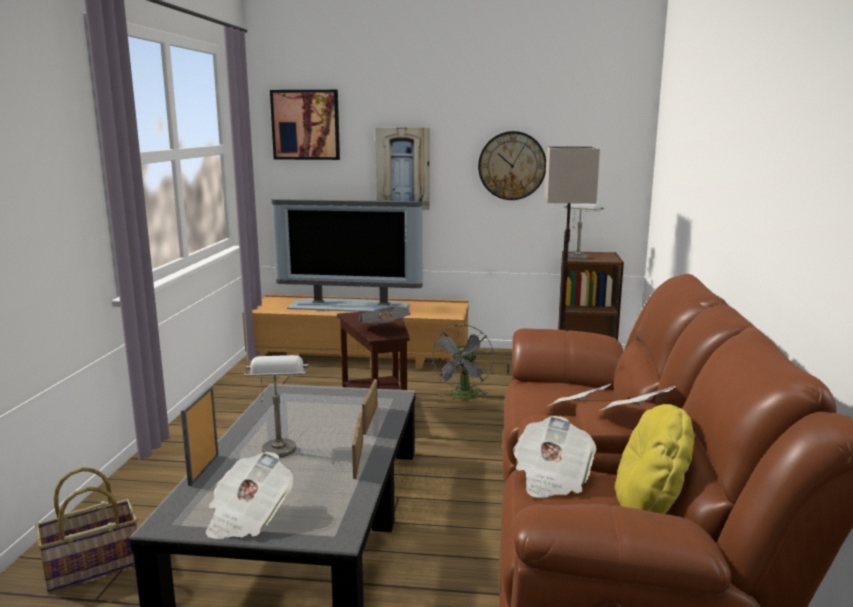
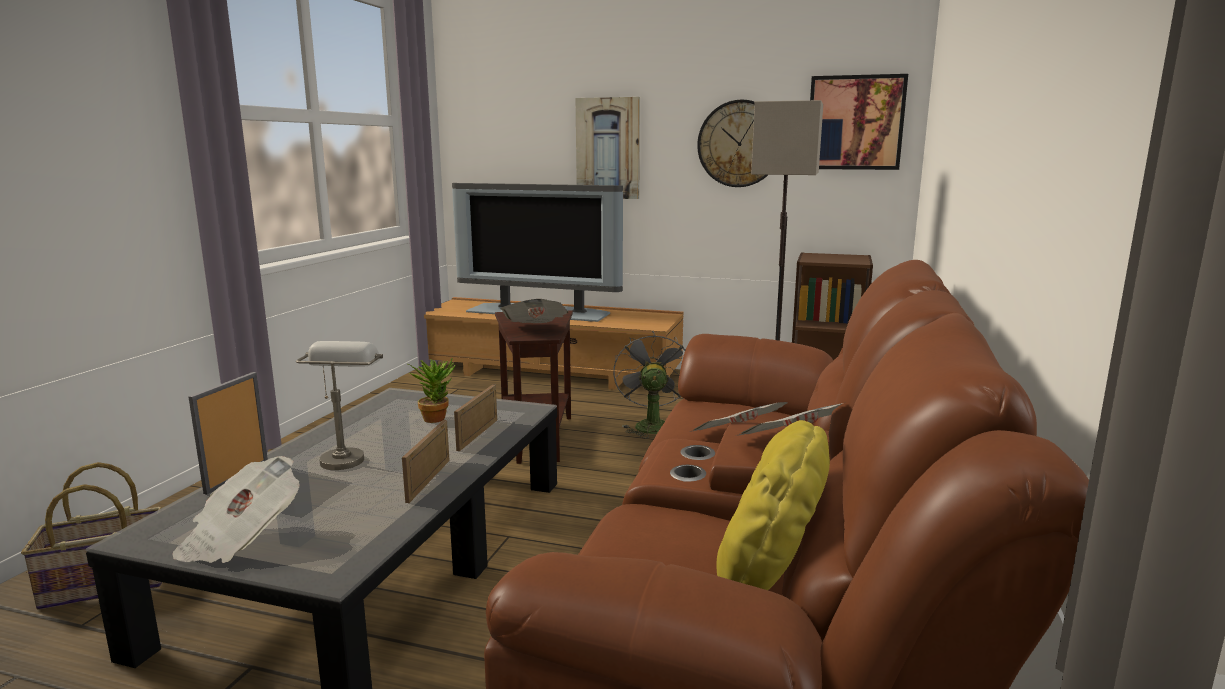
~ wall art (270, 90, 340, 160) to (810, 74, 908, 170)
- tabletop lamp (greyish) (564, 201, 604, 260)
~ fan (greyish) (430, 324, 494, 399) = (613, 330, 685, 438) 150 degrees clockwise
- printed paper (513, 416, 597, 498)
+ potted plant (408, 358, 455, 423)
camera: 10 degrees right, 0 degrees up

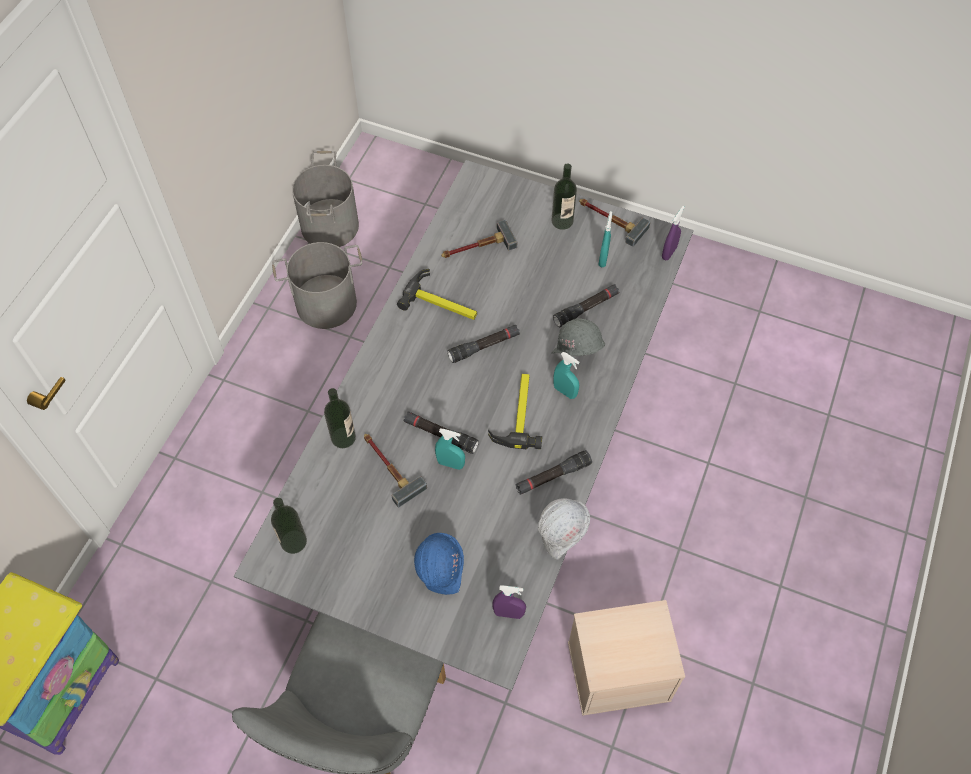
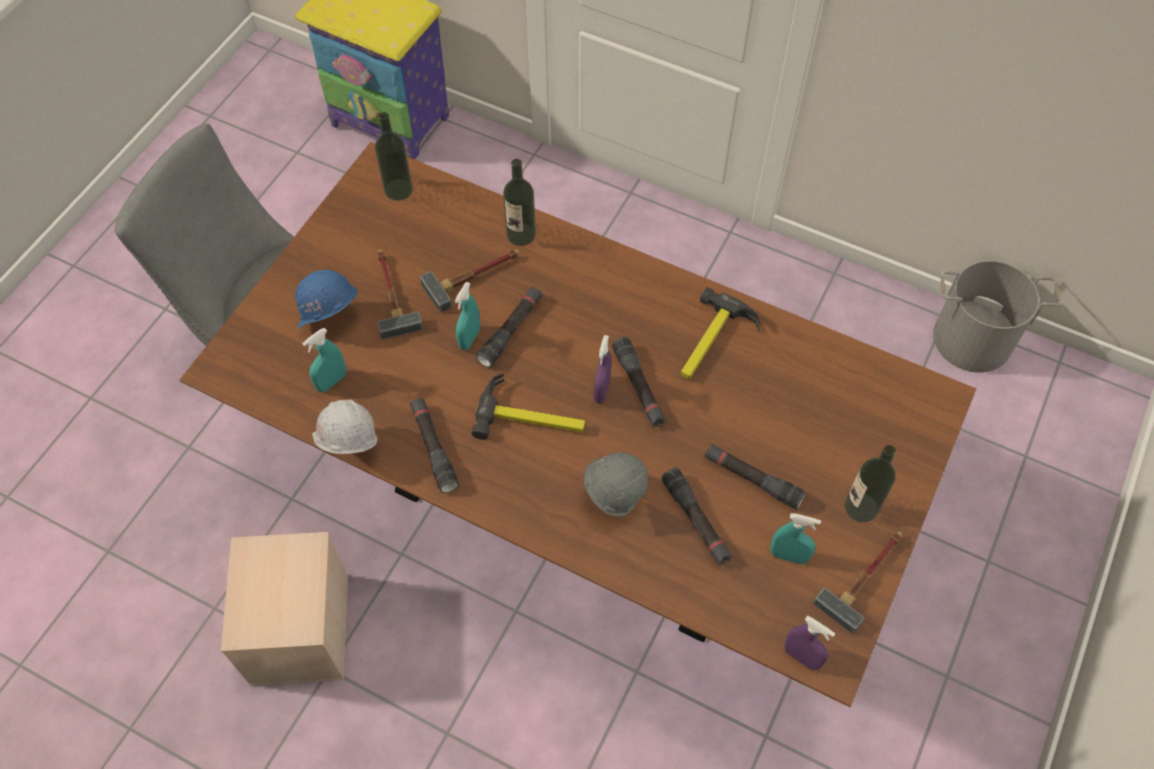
~ dining table (greyish) (234, 160, 694, 691) to dining table (brown) (180, 142, 976, 707)
~ hand hammer (441, 220, 517, 258) to (377, 250, 423, 339)
- bucket (greyish) (272, 242, 363, 329)
~ spray bottle (turquoise) (553, 352, 580, 399) to (302, 328, 346, 392)
~ spray bottle (purple-coloured) (492, 585, 526, 619) to (594, 335, 611, 404)
+ flashlight (black) (705, 444, 806, 510)
camera: 95 degrees right, 0 degrees up

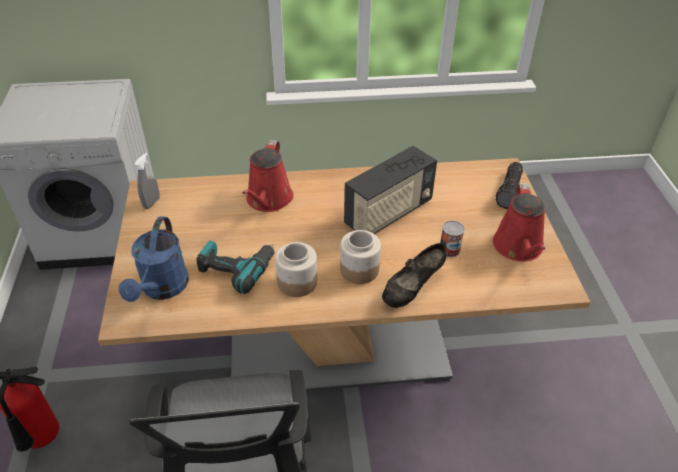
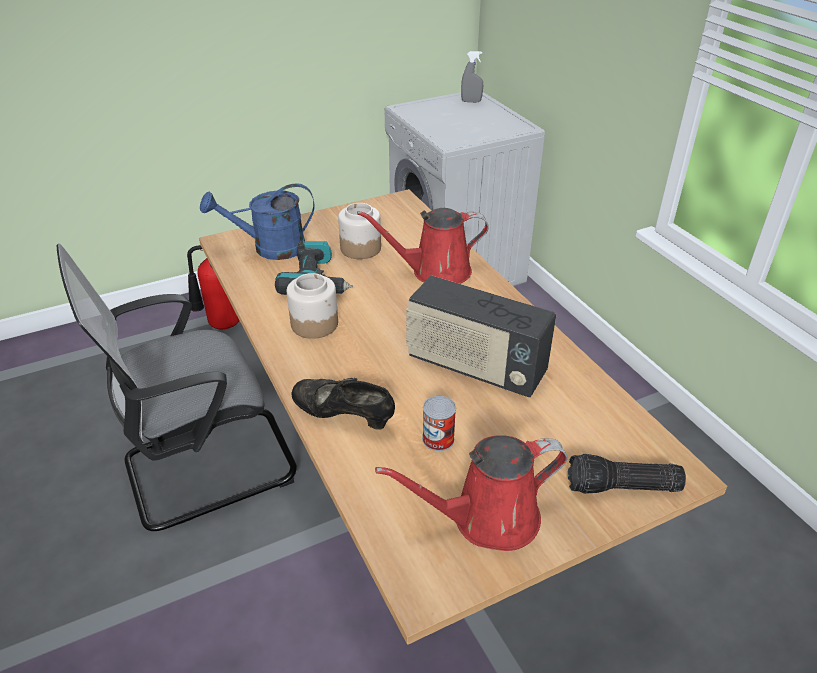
~ spray bottle (greyish) (135, 153, 160, 209) to (461, 51, 483, 102)
~ jar (340, 230, 381, 284) to (338, 203, 381, 259)
camera: 70 degrees right, 5 degrees down

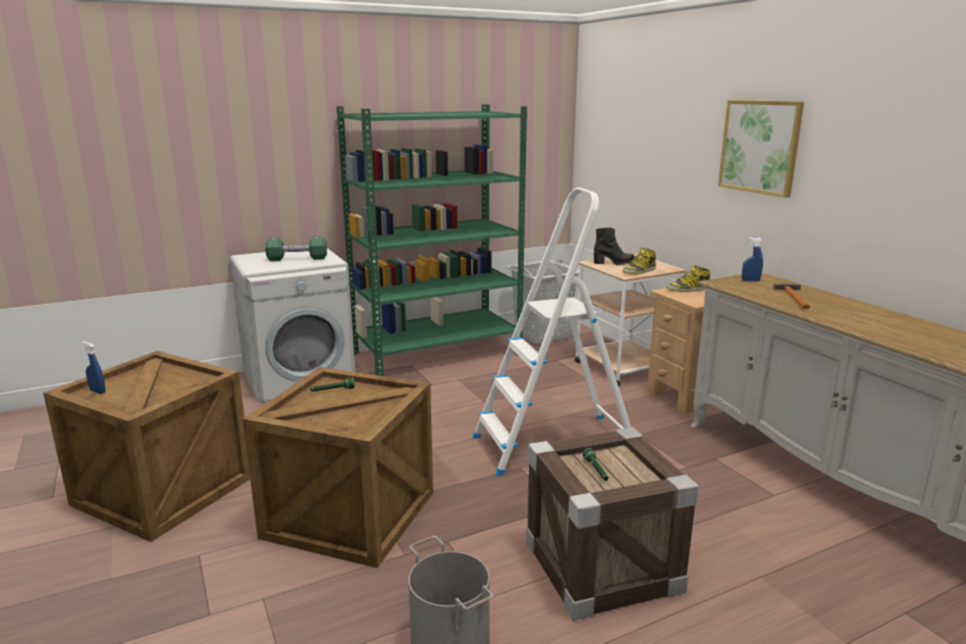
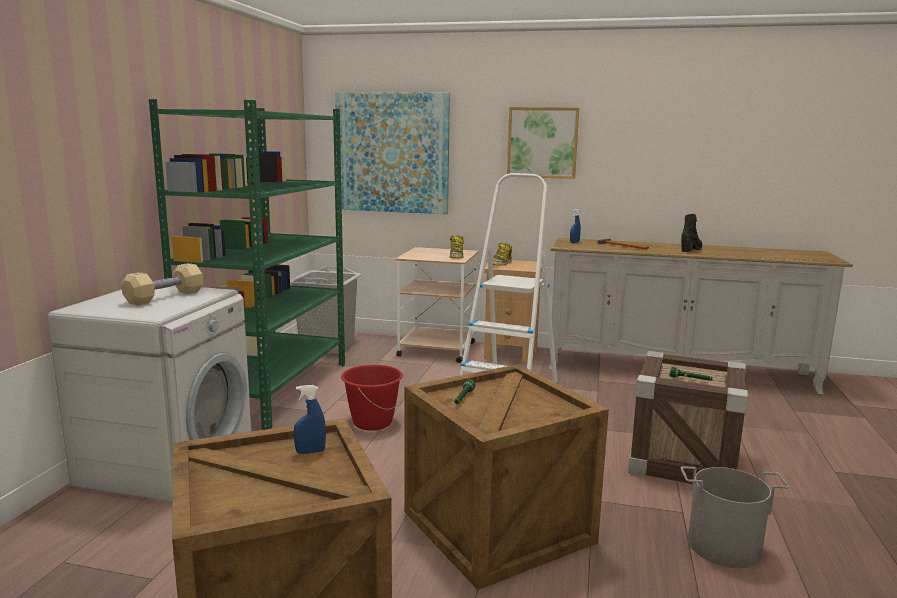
~ high-top boot (black) (594, 228, 635, 265) to (681, 214, 702, 252)
~ free weight (greenish) (265, 236, 327, 261) to free weight (beige) (121, 263, 203, 306)
~ spray bottle (blue-coloured) (82, 341, 106, 394) to (294, 385, 326, 454)
+ wall art (335, 92, 450, 214)
+ bucket (reddish) (341, 365, 403, 431)
camera: 50 degrees left, 5 degrees down

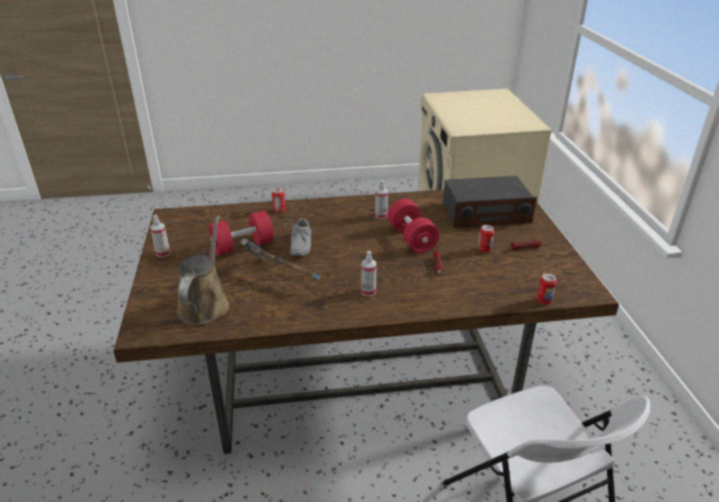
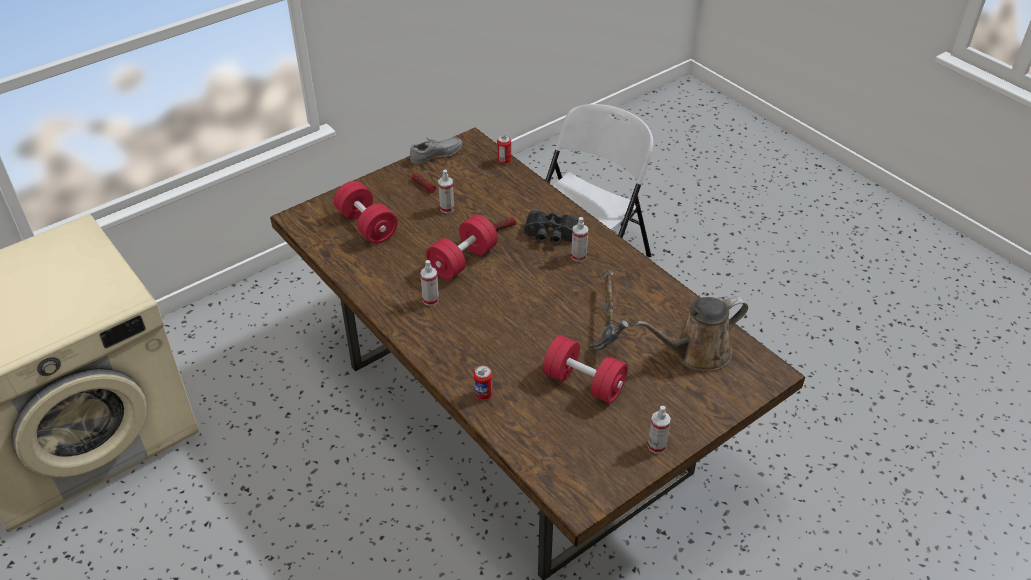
~ radio receiver (443, 176, 537, 228) to free weight (reddish) (334, 181, 398, 244)
~ shoe (greyish) (285, 218, 313, 256) to (410, 137, 462, 164)
~ metal can (478, 225, 494, 253) to spray bottle (438, 169, 454, 213)
+ field glasses (black) (524, 210, 579, 245)
camera: 120 degrees left, 10 degrees up

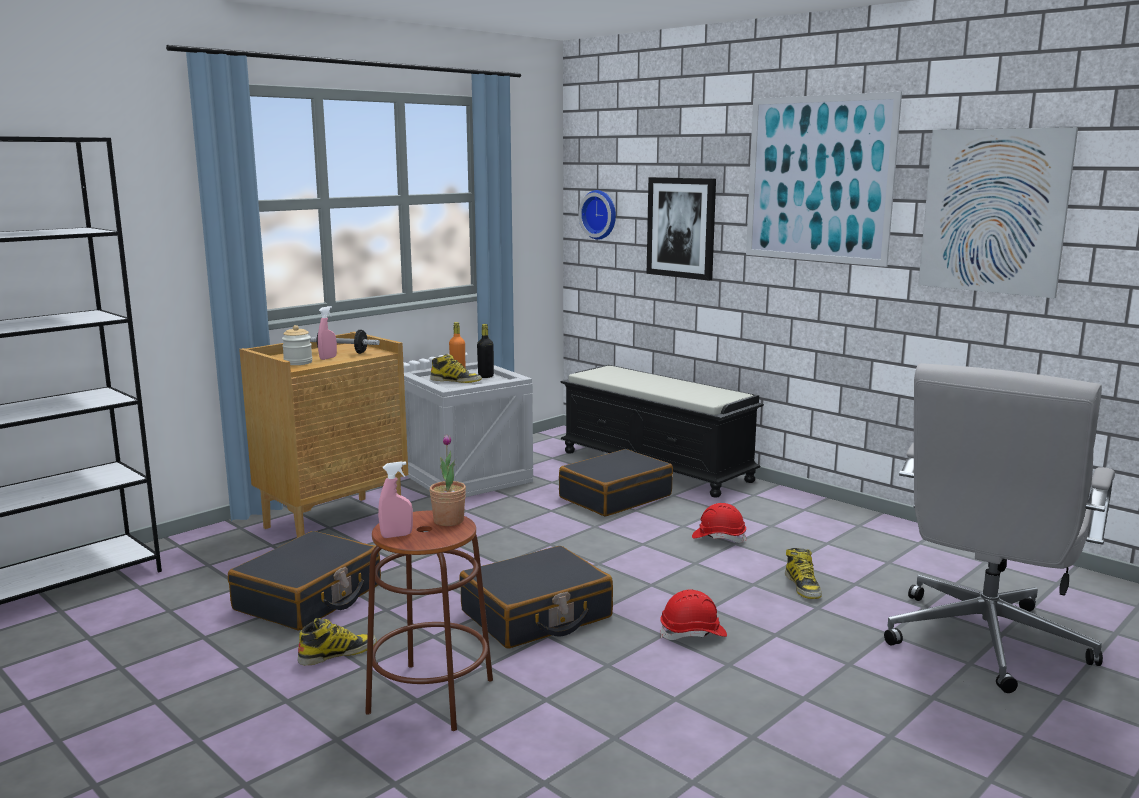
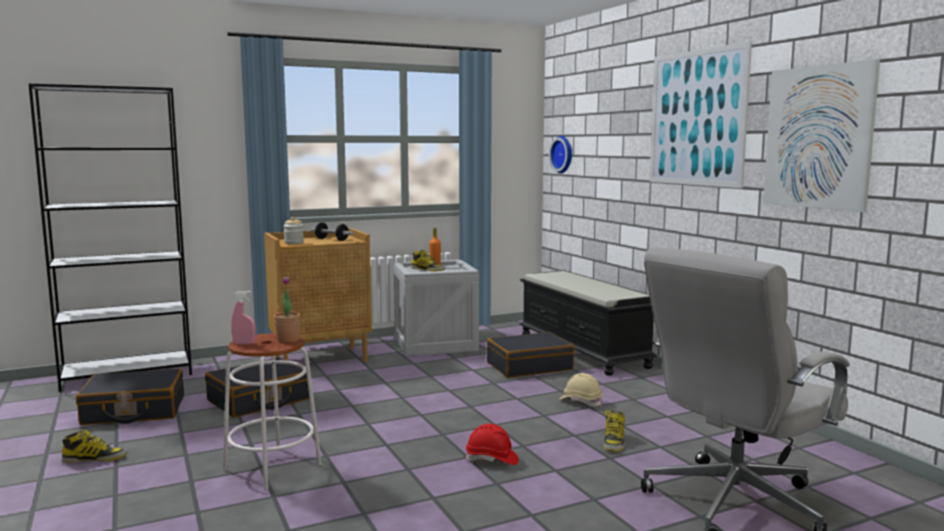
- wall art (647, 177, 716, 281)
- spray bottle (pink) (318, 306, 337, 360)
- beverage bottle (black) (477, 324, 494, 378)
~ work helmet (reddish) (692, 503, 746, 543) to work helmet (beige) (560, 373, 603, 407)
~ stool seat (brown) (365, 511, 493, 731) to stool seat (whitish) (223, 333, 322, 490)
~ suitcase (black) (459, 546, 613, 648) to (76, 368, 184, 425)
~ high-top boot (298, 618, 377, 666) to (62, 429, 127, 463)
camera: 20 degrees right, 5 degrees down

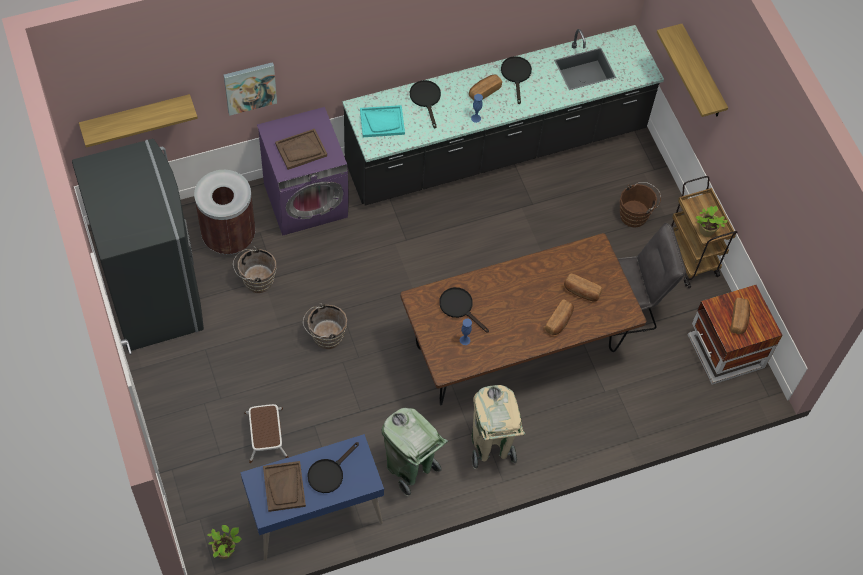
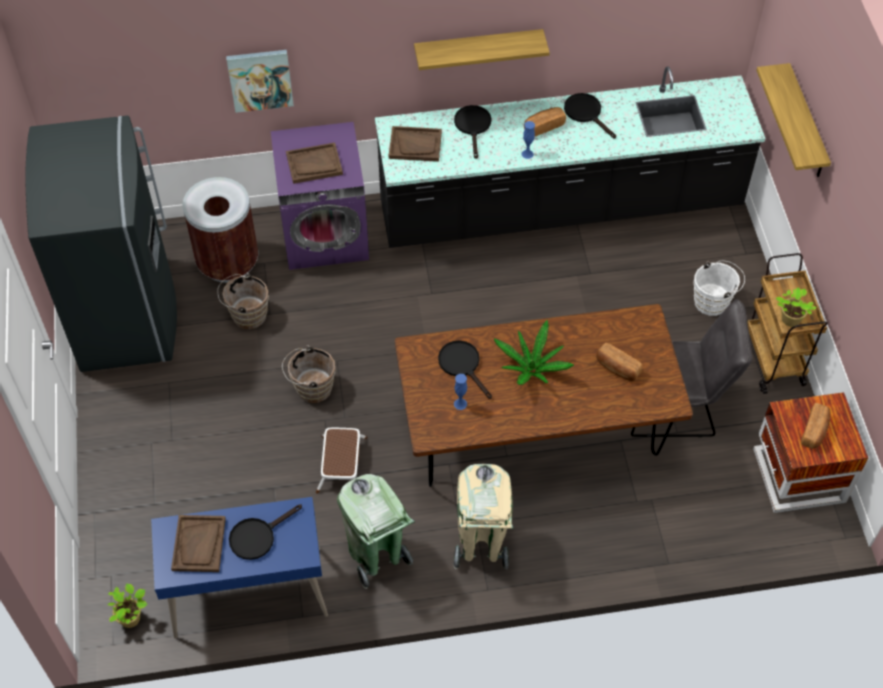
~ frying pan (black) (501, 56, 532, 104) = (564, 93, 616, 139) 45 degrees counterclockwise
~ wall shelf (79, 94, 198, 147) to (414, 29, 550, 70)
~ tray (turquoise) (360, 105, 405, 137) to tray (brown) (389, 126, 442, 162)
~ bucket (brown) (620, 182, 661, 228) to bucket (whitish) (694, 261, 745, 316)
- bakery bread (545, 299, 574, 335)
~ step ladder (brown) (245, 404, 289, 463) to (316, 428, 368, 494)
+ potted plant (494, 320, 574, 385)
camera: 15 degrees right, 5 degrees down

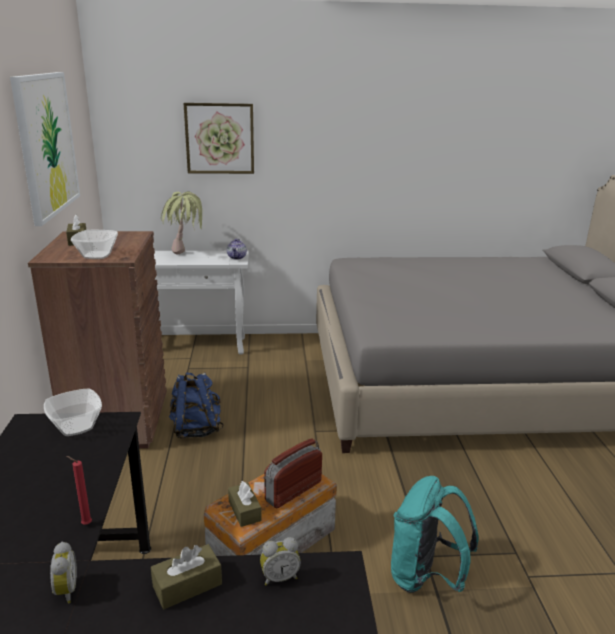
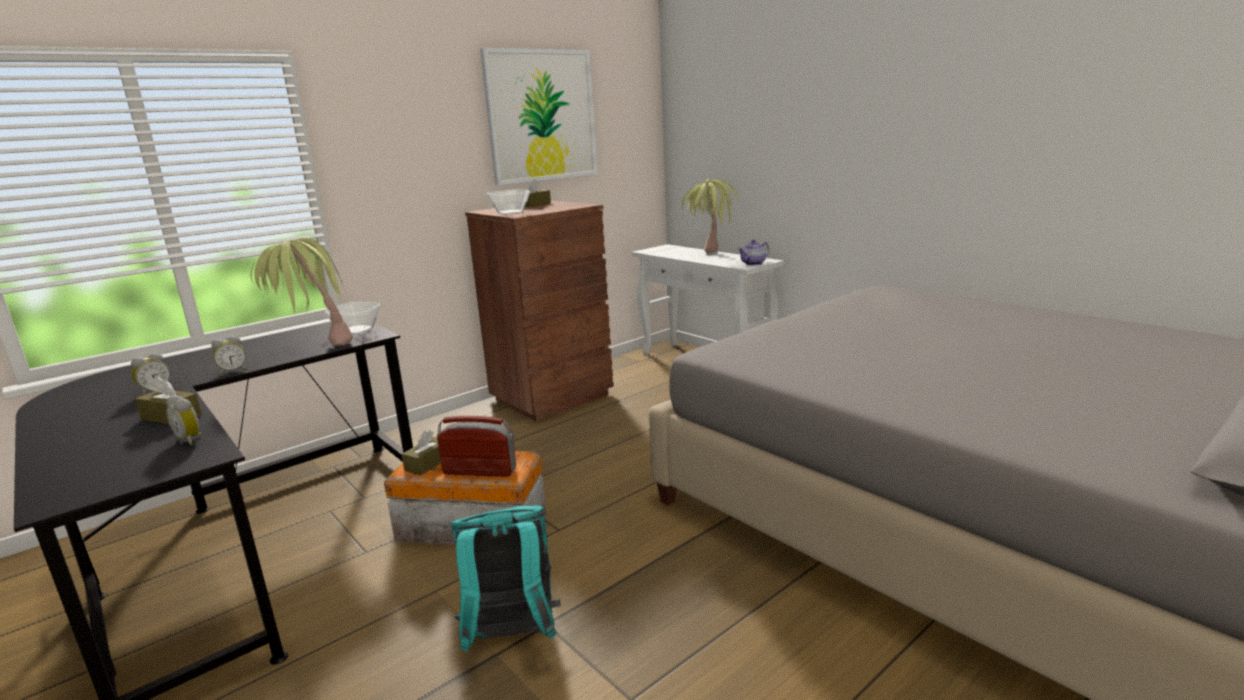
- wall art (184, 103, 254, 174)
- rucksack (blue-coloured) (169, 372, 224, 439)
~ wax candle (reddish) (66, 456, 92, 525) to bedside clock (211, 336, 247, 375)
+ potted plant (251, 238, 353, 346)
camera: 55 degrees right, 5 degrees down

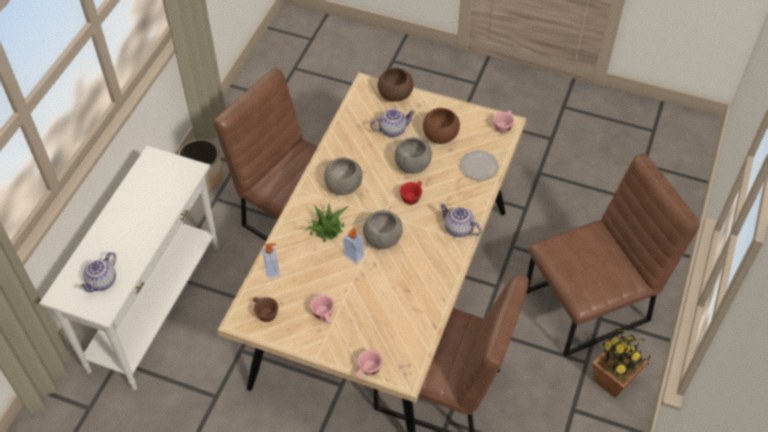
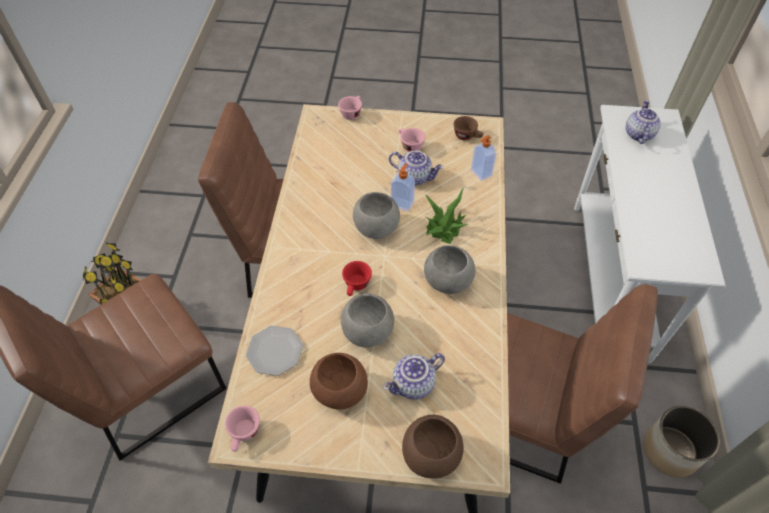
~ pot for tea (439, 203, 482, 237) to (389, 151, 443, 185)
camera: 165 degrees right, 0 degrees up

